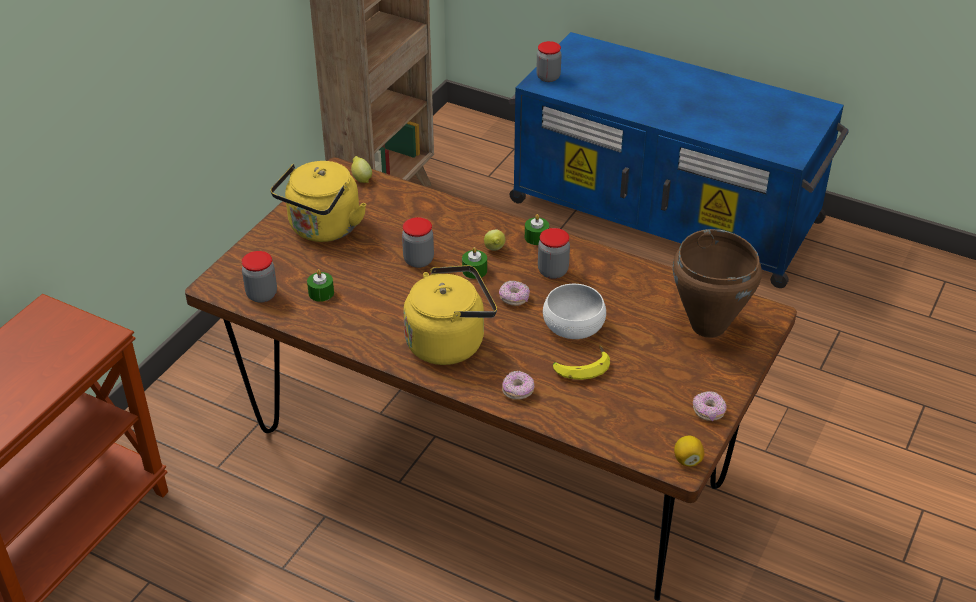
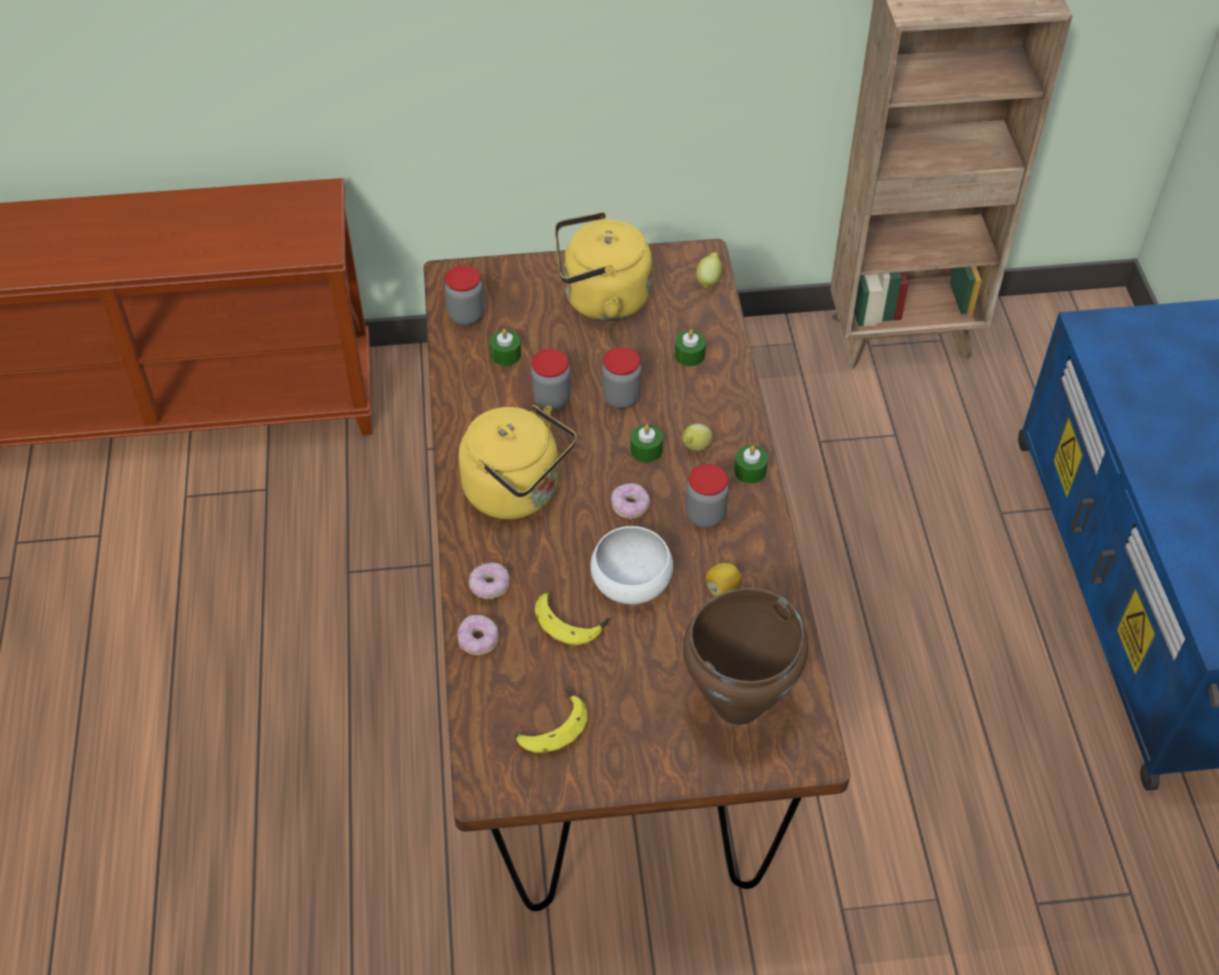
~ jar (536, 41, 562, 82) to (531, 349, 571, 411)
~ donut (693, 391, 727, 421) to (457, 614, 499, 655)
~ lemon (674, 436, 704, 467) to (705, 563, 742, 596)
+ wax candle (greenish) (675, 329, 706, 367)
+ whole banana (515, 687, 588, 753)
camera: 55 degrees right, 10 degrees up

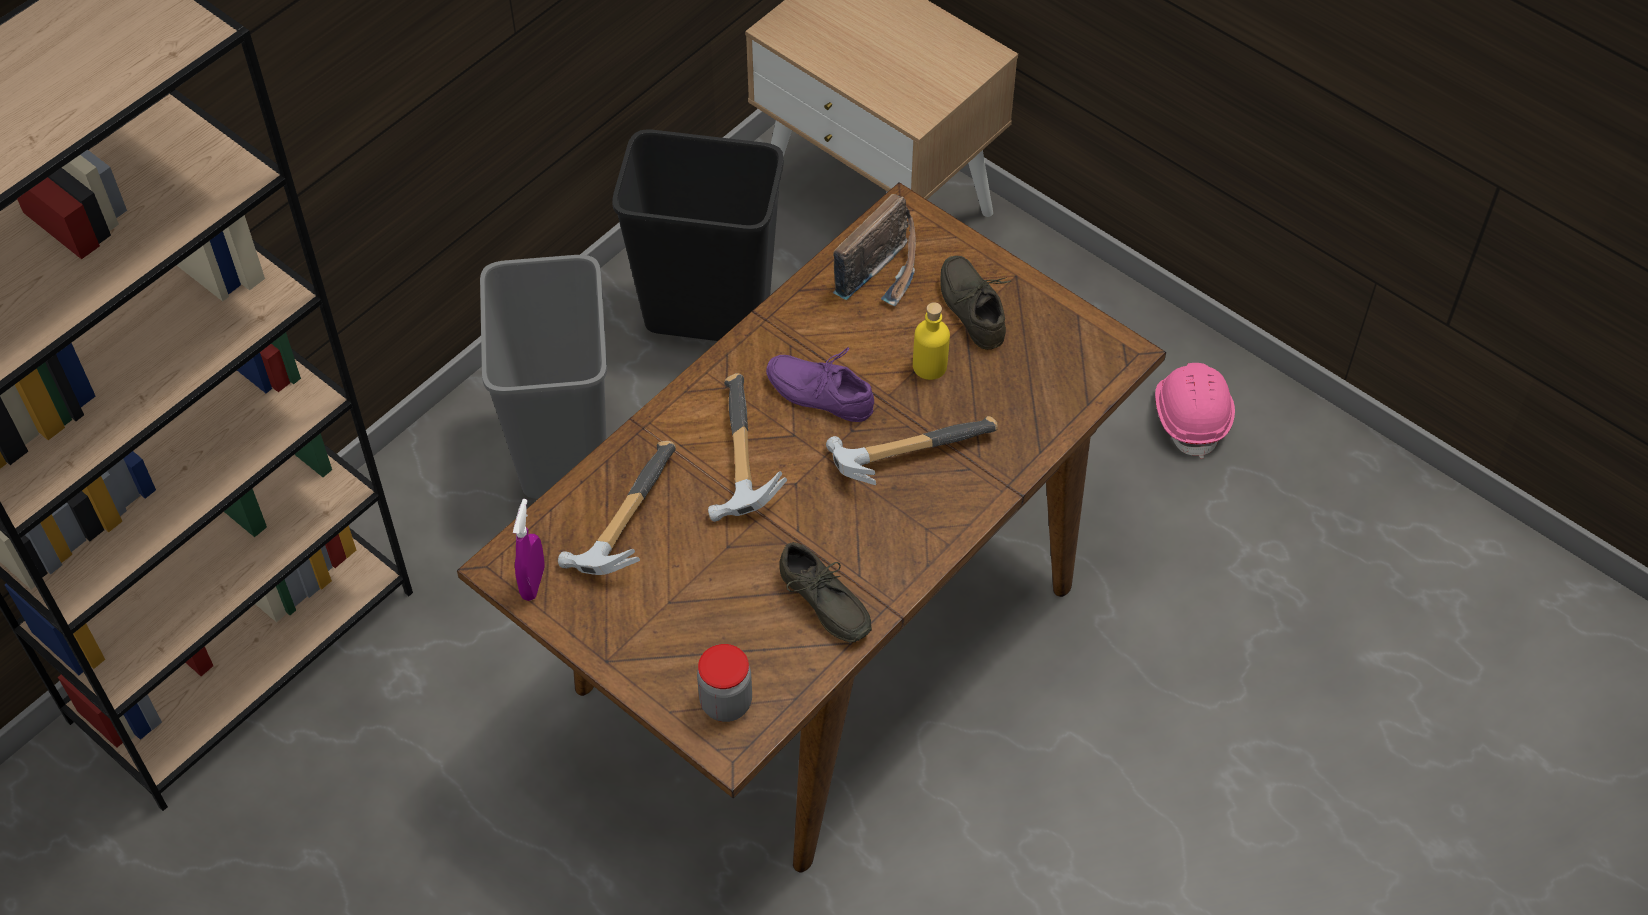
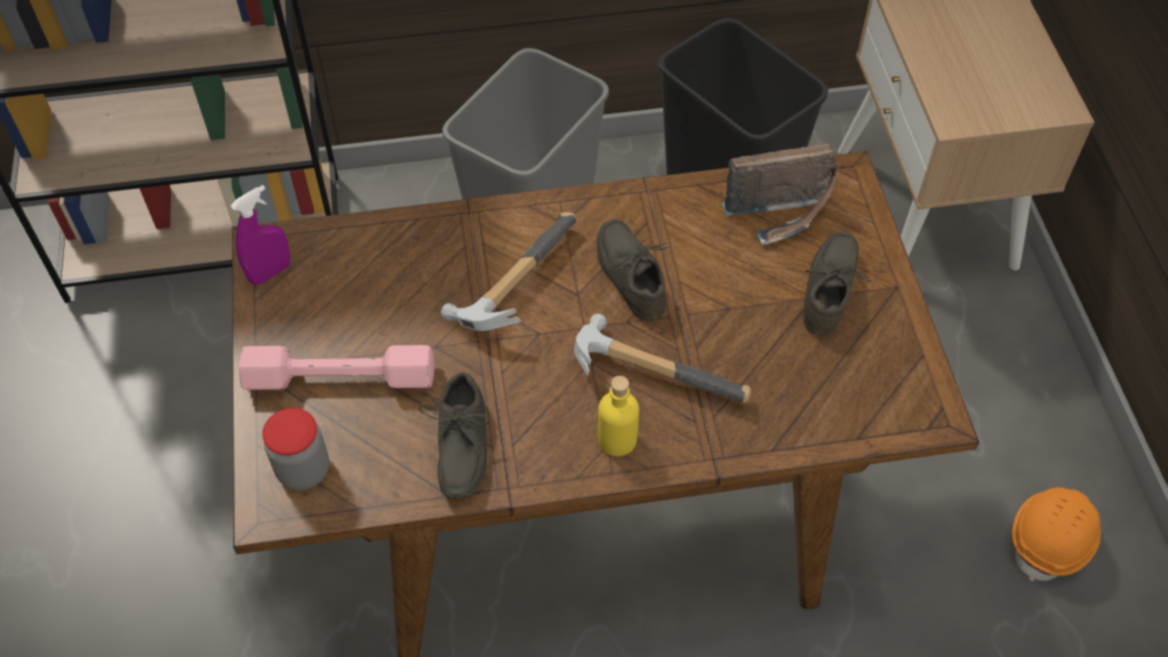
~ beverage bottle (yellow) (913, 302, 950, 380) to (598, 376, 639, 456)
~ shoe (purple-coloured) (766, 346, 874, 422) to shoe (greyish) (597, 220, 671, 321)
~ work helmet (pink) (1155, 363, 1235, 459) to work helmet (orange-coloured) (1012, 487, 1101, 582)
- hand hammer (558, 441, 676, 575)
+ free weight (pink) (239, 345, 435, 390)
camera: 40 degrees right, 0 degrees up

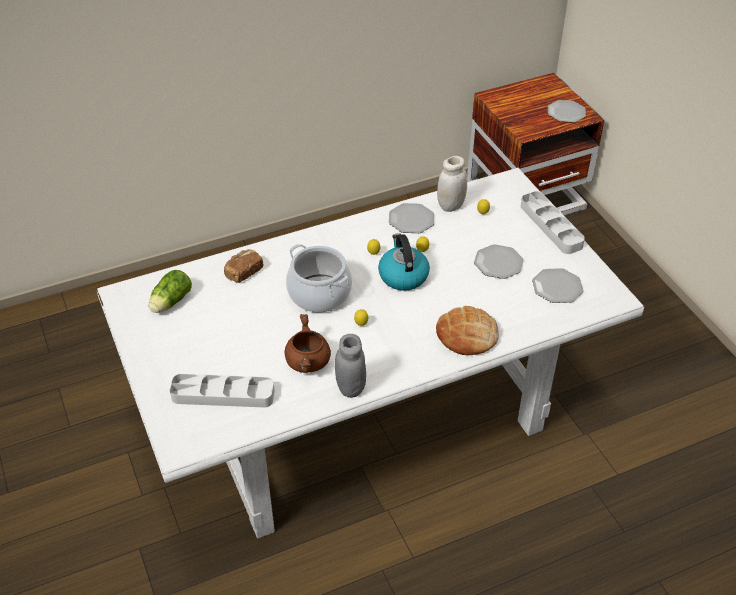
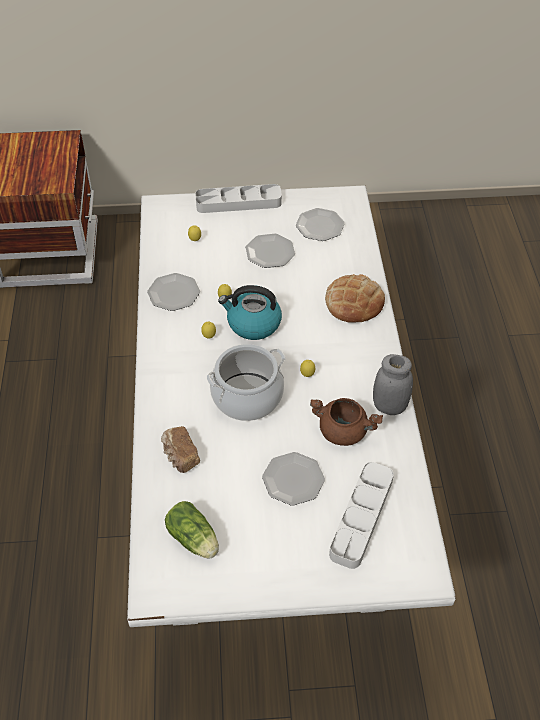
~ flat dish (548, 100, 586, 123) to (262, 452, 325, 506)
- jar (whitish) (437, 156, 467, 212)
camera: 70 degrees left, 5 degrees up

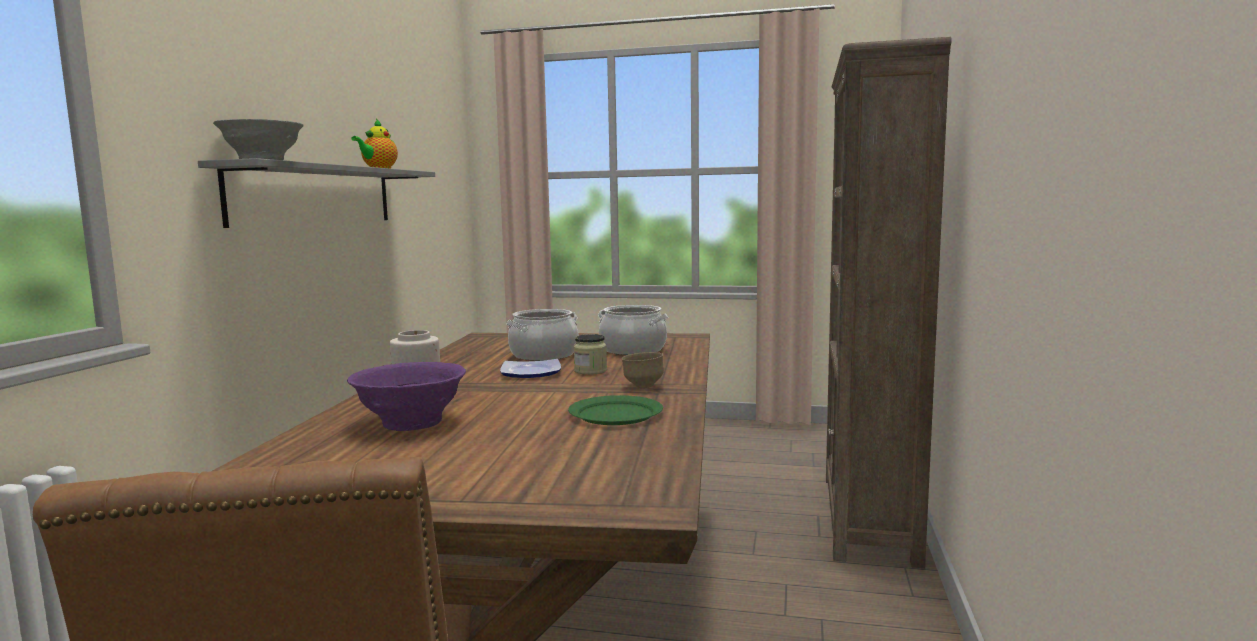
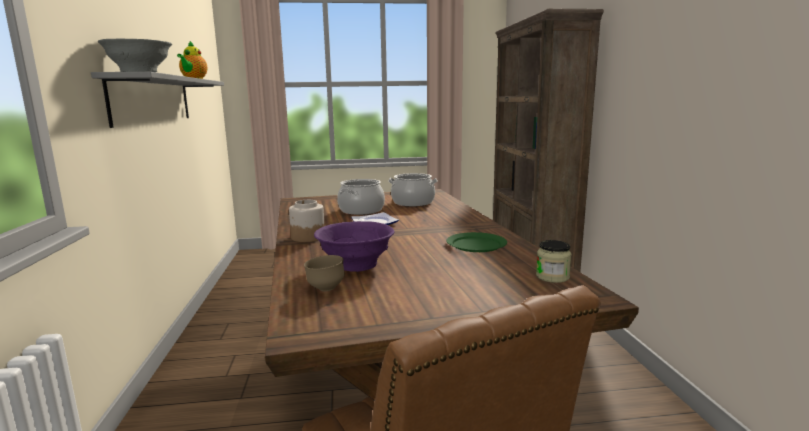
~ jar (574, 334, 607, 375) to (536, 240, 572, 283)
~ serving bowl (brown) (621, 352, 664, 388) to (304, 255, 345, 292)
camera: 20 degrees left, 5 degrees up

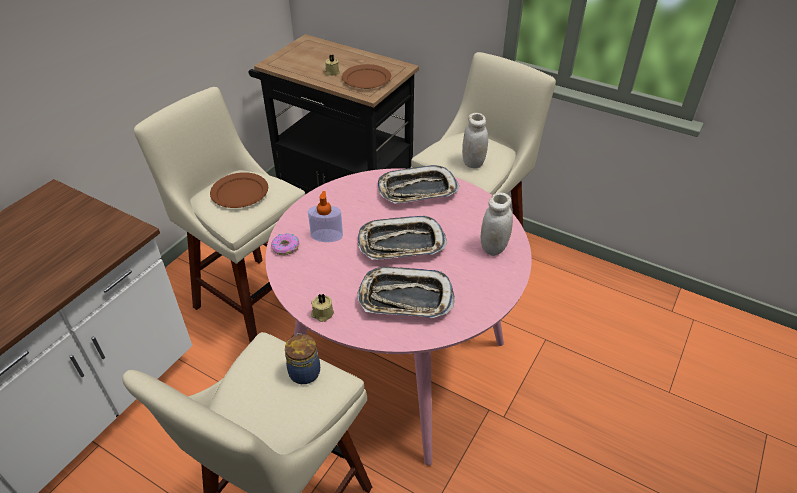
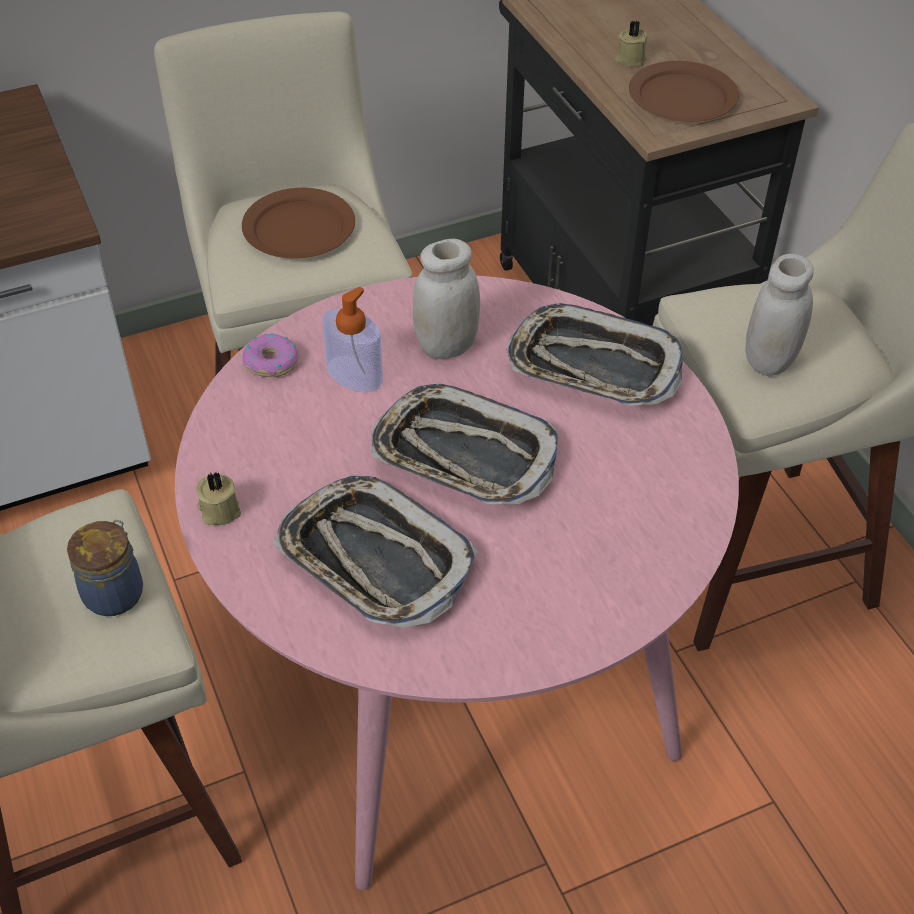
~ jar (whitish) (481, 192, 513, 256) to (413, 239, 480, 359)
camera: 35 degrees right, 5 degrees up

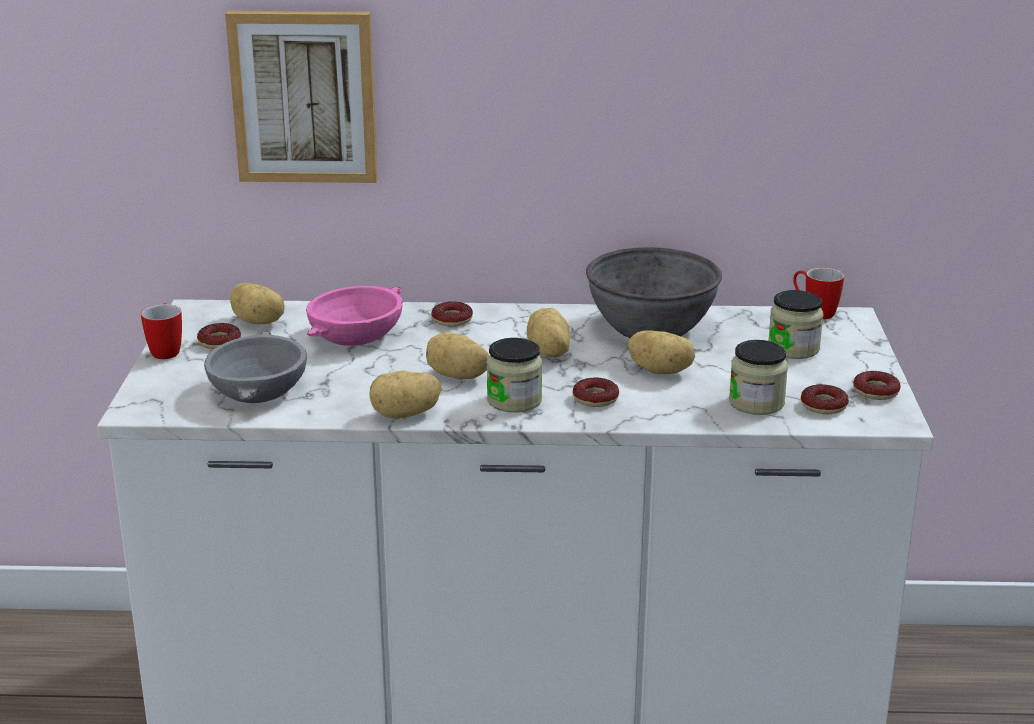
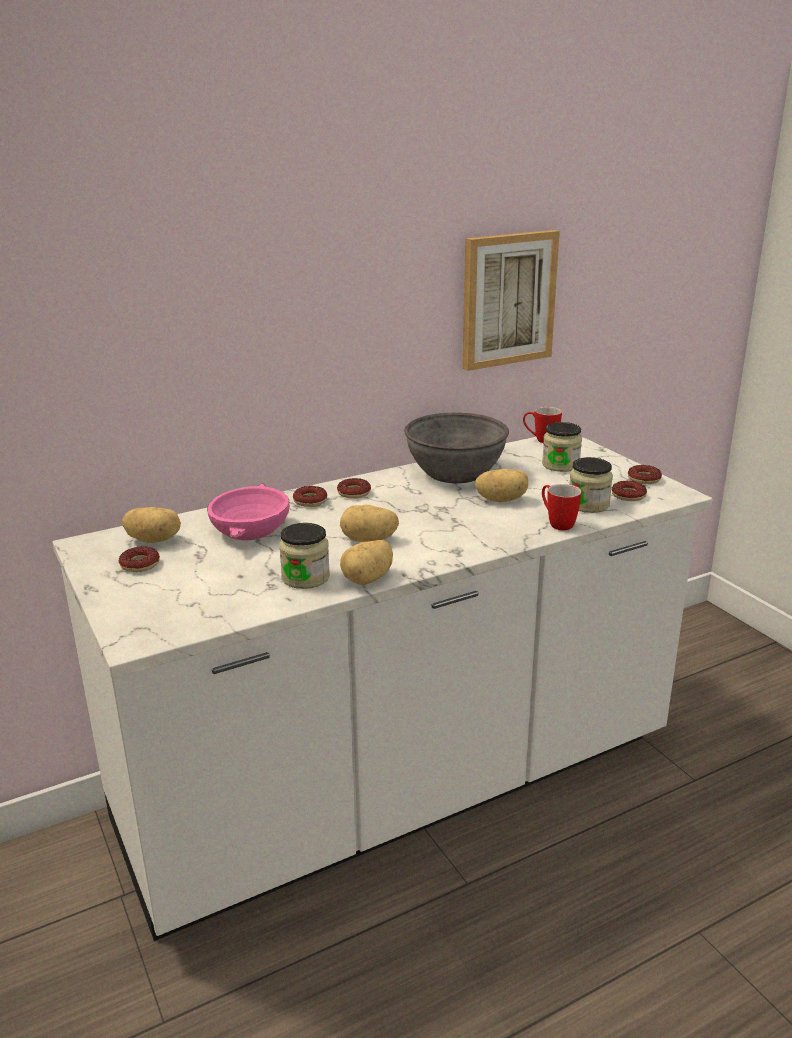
~ wall art (225, 11, 378, 183) to (462, 230, 560, 371)
~ tea mug (141, 303, 182, 359) to (542, 484, 582, 530)
- whole potato (527, 308, 571, 358)
- serving bowl (greyish) (204, 331, 307, 403)
~ jar (486, 338, 542, 413) to (279, 523, 330, 589)
~ donut (573, 377, 619, 407) to (337, 478, 371, 499)
camera: 30 degrees left, 0 degrees up

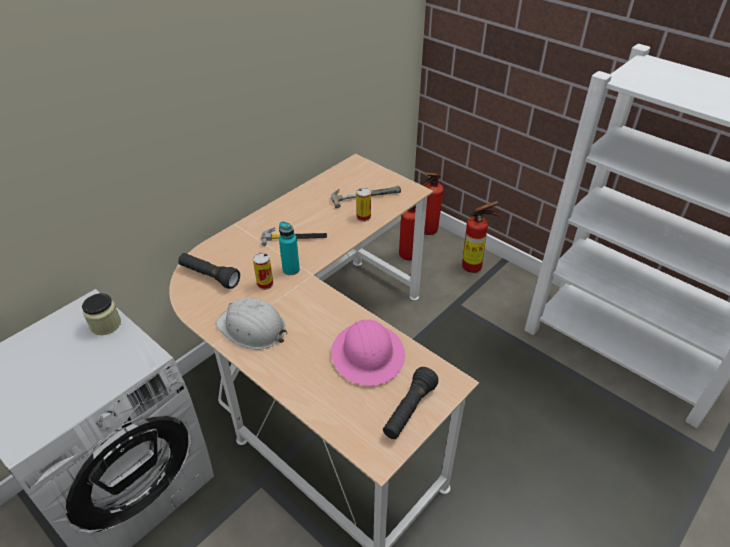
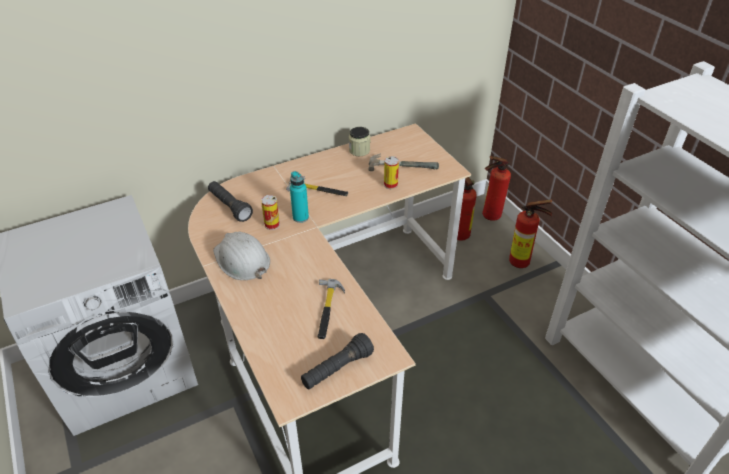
~ jar (82, 293, 121, 335) to (349, 127, 370, 156)
~ work helmet (pink) (331, 319, 405, 386) to hand hammer (317, 279, 345, 339)
camera: 20 degrees right, 0 degrees up

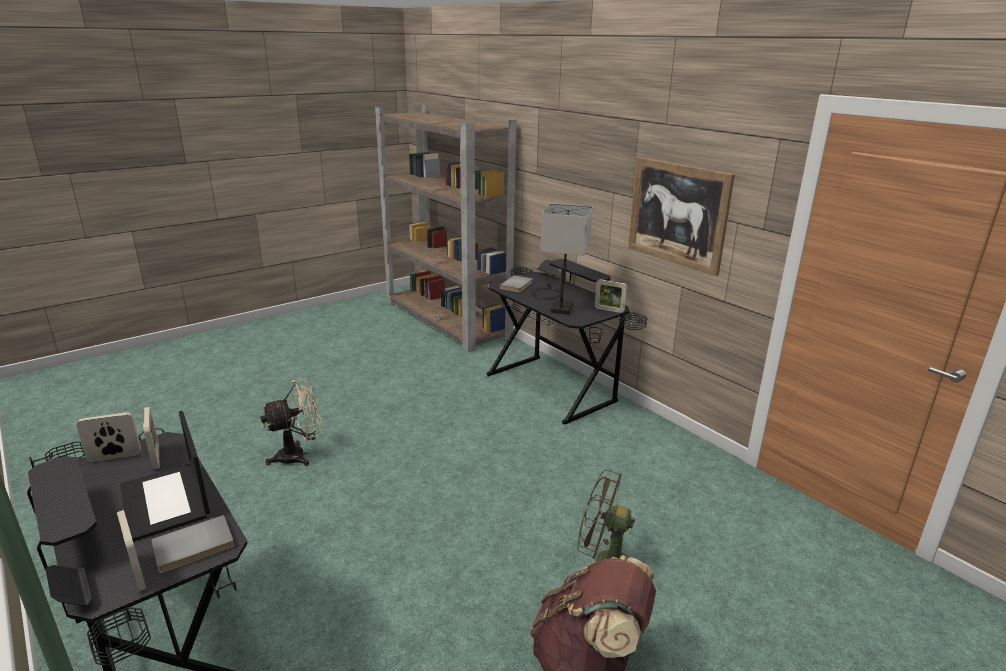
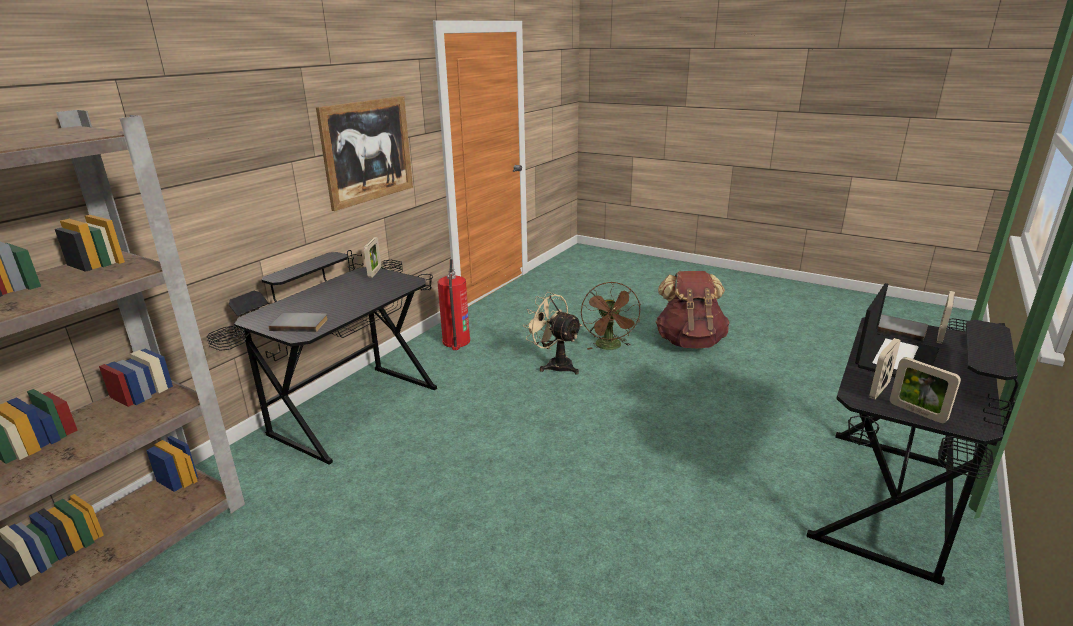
- tabletop lamp (531, 203, 593, 314)
~ fan (beige) (260, 378, 322, 466) to (523, 292, 582, 375)
+ fire-fighting cylinder (438, 259, 470, 350)
camera: 110 degrees left, 0 degrees up

